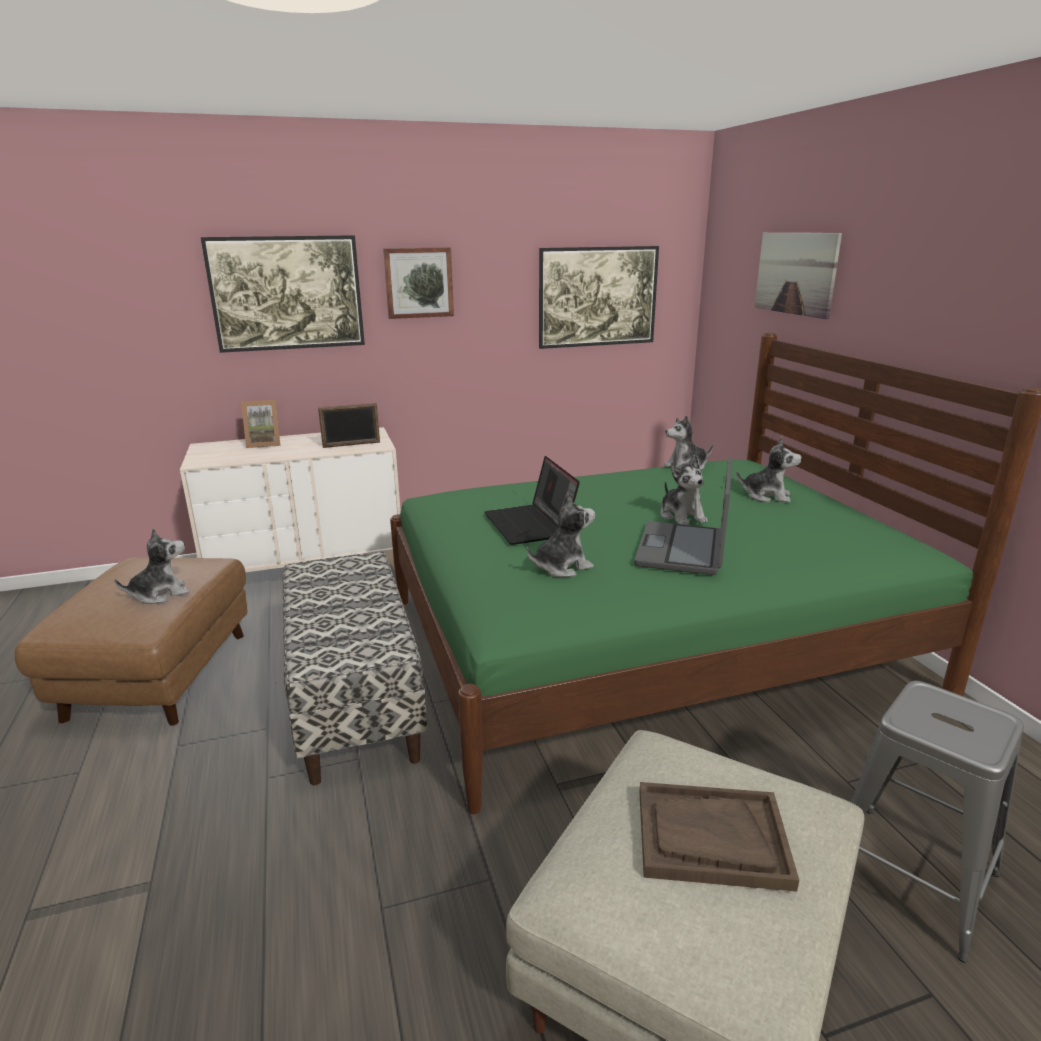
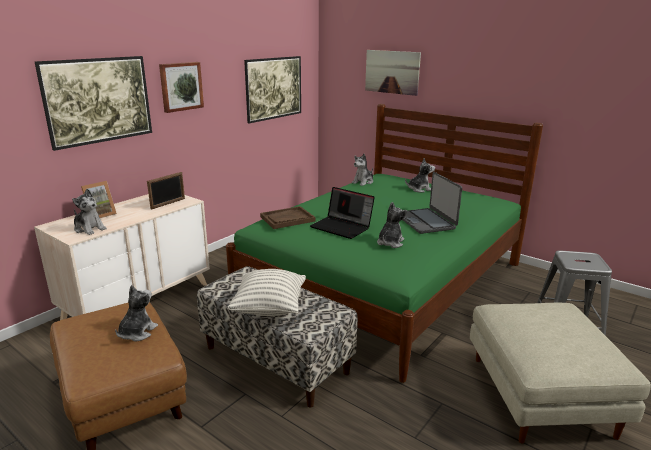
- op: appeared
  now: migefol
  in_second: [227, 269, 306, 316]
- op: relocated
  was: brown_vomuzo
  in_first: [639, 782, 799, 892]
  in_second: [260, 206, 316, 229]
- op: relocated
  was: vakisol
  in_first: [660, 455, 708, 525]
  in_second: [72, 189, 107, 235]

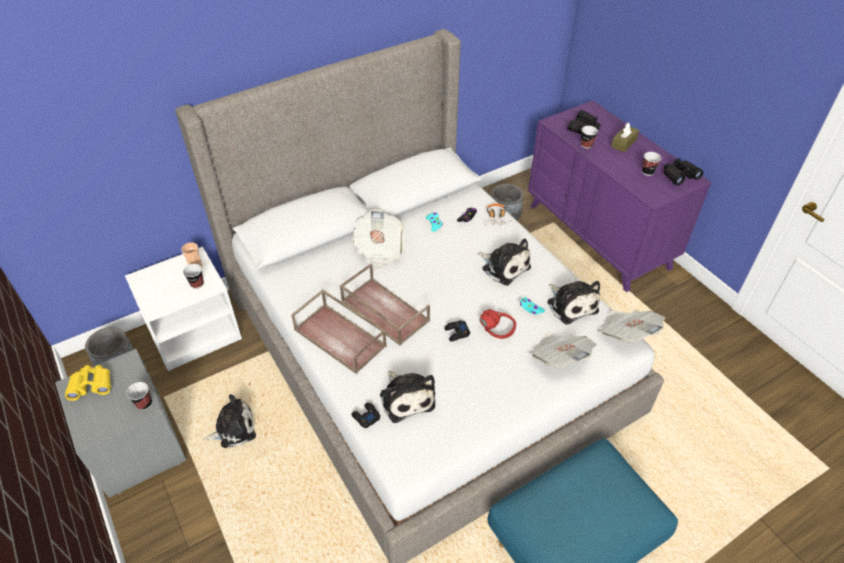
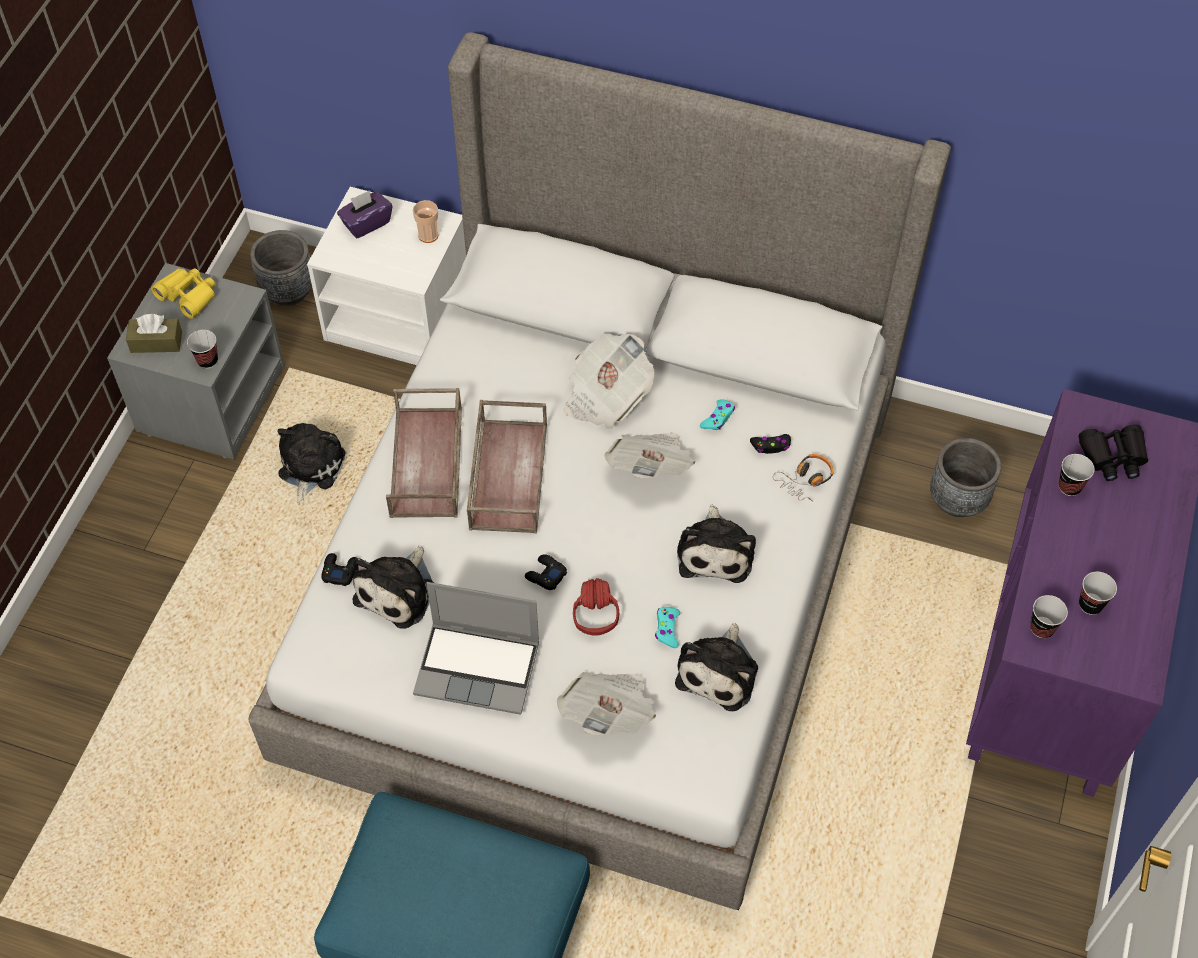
- op: missing
  was: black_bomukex
  in_first: [664, 158, 704, 186]
- op: appeared
  now: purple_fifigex
  in_second: [337, 190, 392, 239]
- op: appeared
  now: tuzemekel
  in_second: [413, 582, 539, 715]
- op: relocated
  was: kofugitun
  in_first: [183, 264, 204, 289]
  in_second: [1030, 595, 1068, 639]
- op: relocated
  was: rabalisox
  in_first: [598, 310, 665, 342]
  in_second: [604, 433, 695, 478]
- op: relocated
  was: brown_fifigex
  in_first: [611, 123, 639, 152]
  in_second: [126, 314, 182, 353]
- op: spun
  was: vakisol
  in_first: [203, 394, 256, 448]
  in_second: [277, 423, 346, 504]
  clockwise: -105

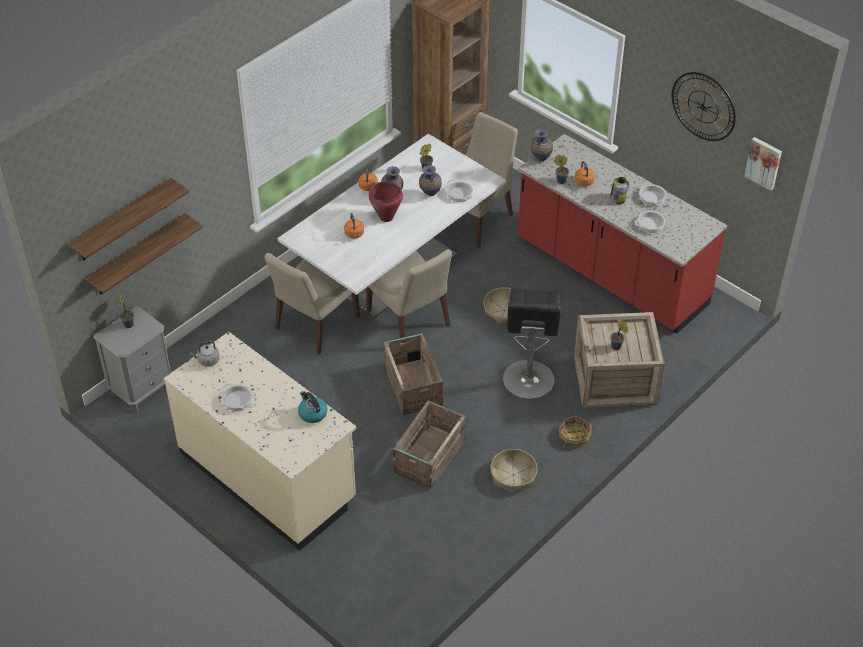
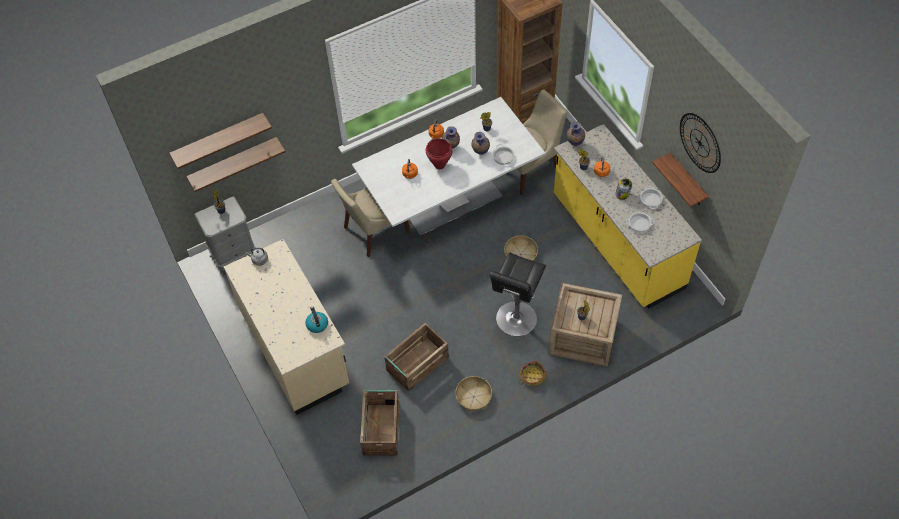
- op: missing
  was: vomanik
  in_first: [222, 384, 253, 411]
- op: missing
  was: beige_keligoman
  in_first: [366, 249, 452, 343]
- op: missing
  was: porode
  in_first: [744, 137, 782, 191]
- op: appeared
  now: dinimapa
  in_second: [652, 153, 709, 207]
- op: relocated
  was: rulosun
  in_first: [384, 333, 443, 415]
  in_second: [360, 390, 399, 456]
- op: colour
  was: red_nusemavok
  now: yellow_nusemavok
  in_first: [518, 134, 727, 333]
  in_second: [554, 124, 702, 309]

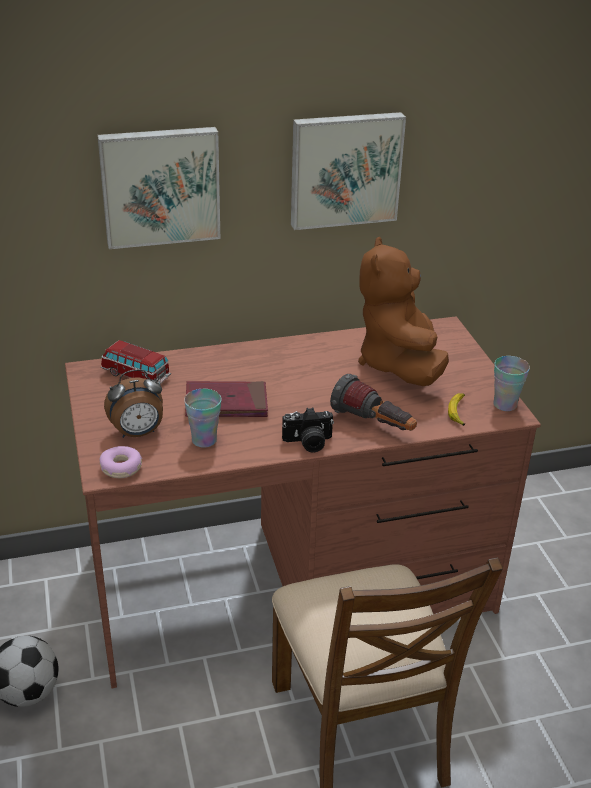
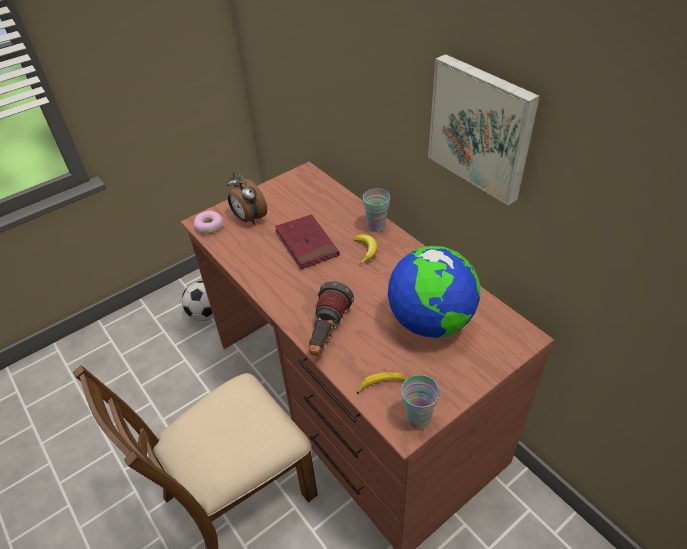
- op: missing
  was: porode
  in_first: [97, 127, 220, 249]
- op: missing
  was: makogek
  in_first: [101, 340, 171, 385]
- op: missing
  was: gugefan
  in_first: [282, 407, 334, 452]
- op: appeared
  now: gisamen
  in_second: [353, 234, 378, 265]
- op: relocated
  was: kofugitun
  in_first: [184, 389, 222, 448]
  in_second: [363, 189, 390, 232]
- op: exchanged
  was: brown_vakisol
  now: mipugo
  in_first: [358, 237, 449, 386]
  in_second: [388, 246, 480, 338]

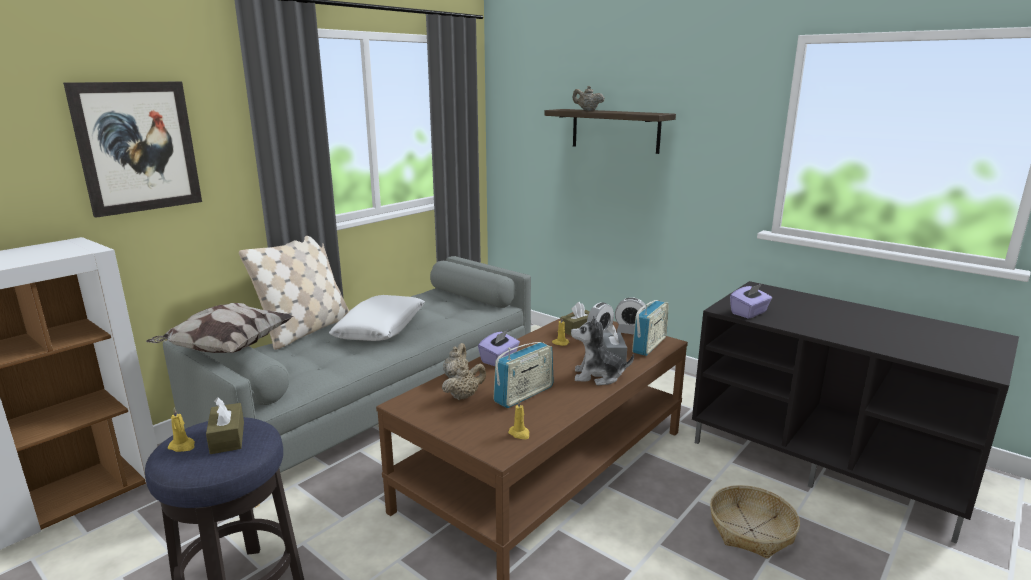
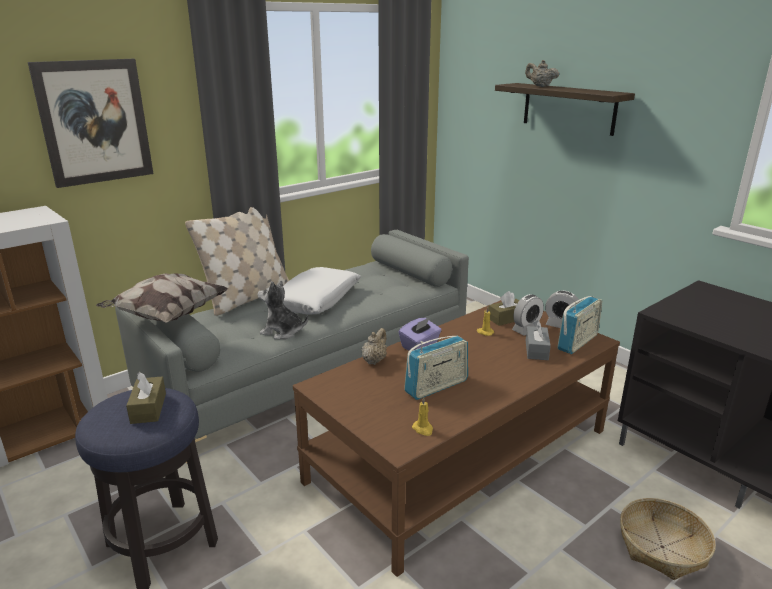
- op: missing
  was: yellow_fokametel
  in_first: [168, 408, 195, 452]
- op: missing
  was: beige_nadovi
  in_first: [442, 364, 486, 400]
- op: missing
  was: purple_fifigex
  in_first: [730, 284, 772, 319]
- op: relocated
  was: vakisol
  in_first: [571, 316, 634, 385]
  in_second: [257, 280, 308, 339]

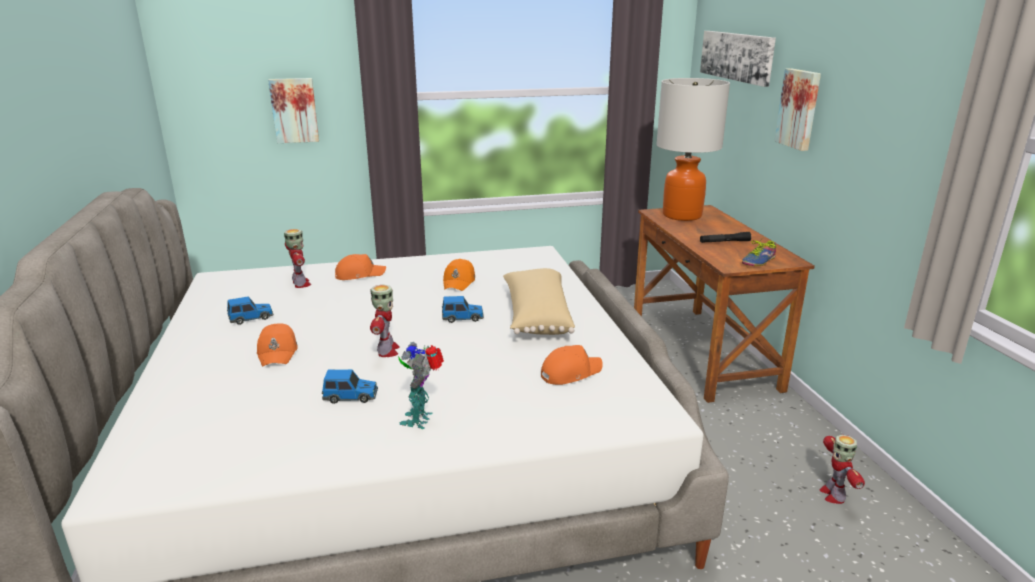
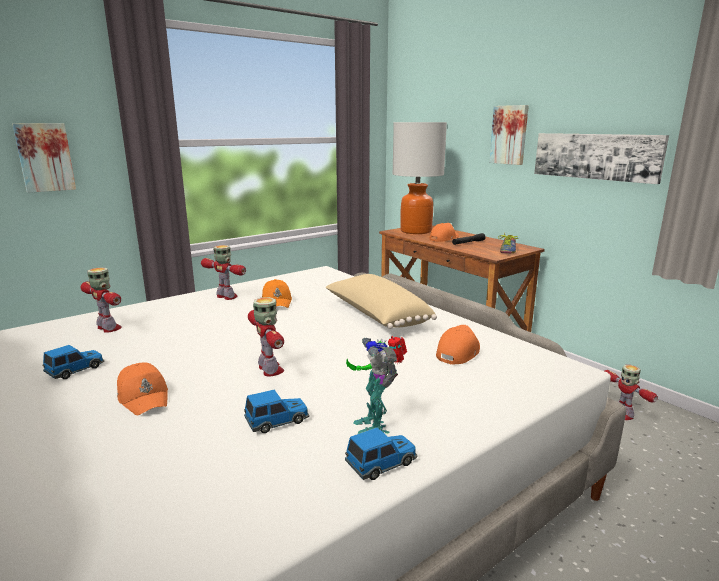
- op: appeared
  now: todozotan
  in_second: [201, 245, 246, 300]
- op: relocated
  was: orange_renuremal
  in_first: [335, 254, 386, 280]
  in_second: [429, 223, 459, 242]
- op: relocated
  was: makogek
  in_first: [442, 296, 484, 323]
  in_second: [345, 427, 417, 480]
- op: relocated
  was: porode
  in_first: [700, 31, 776, 87]
  in_second: [534, 133, 669, 184]

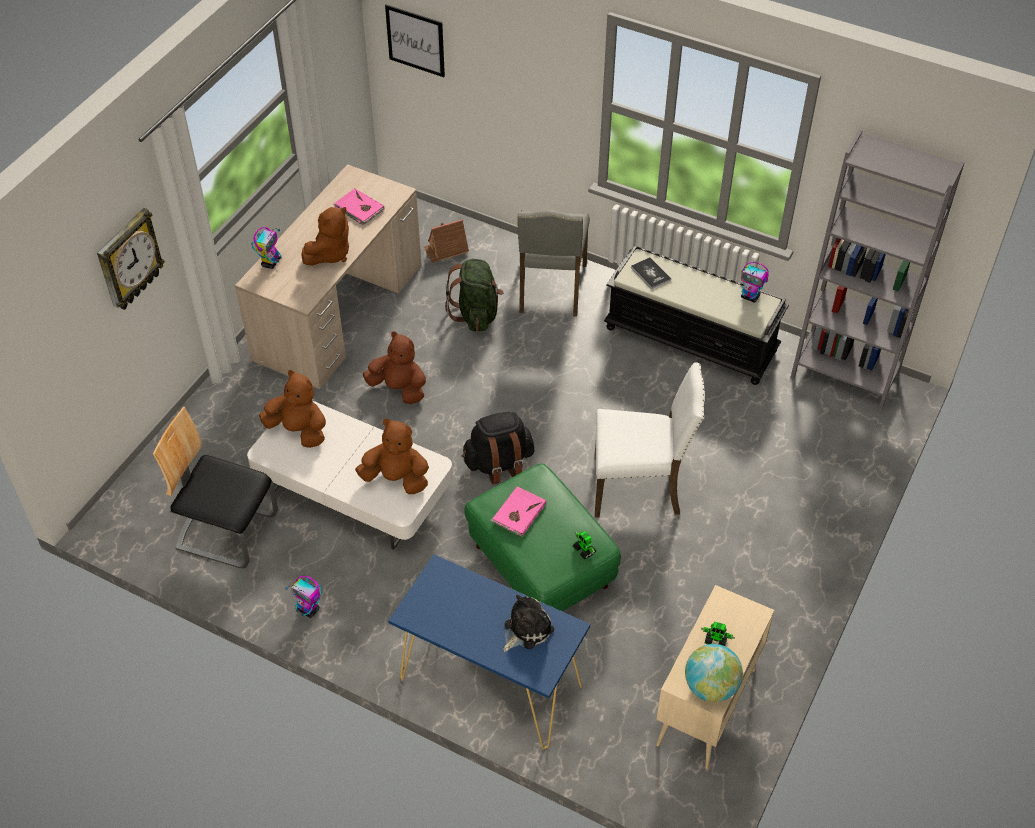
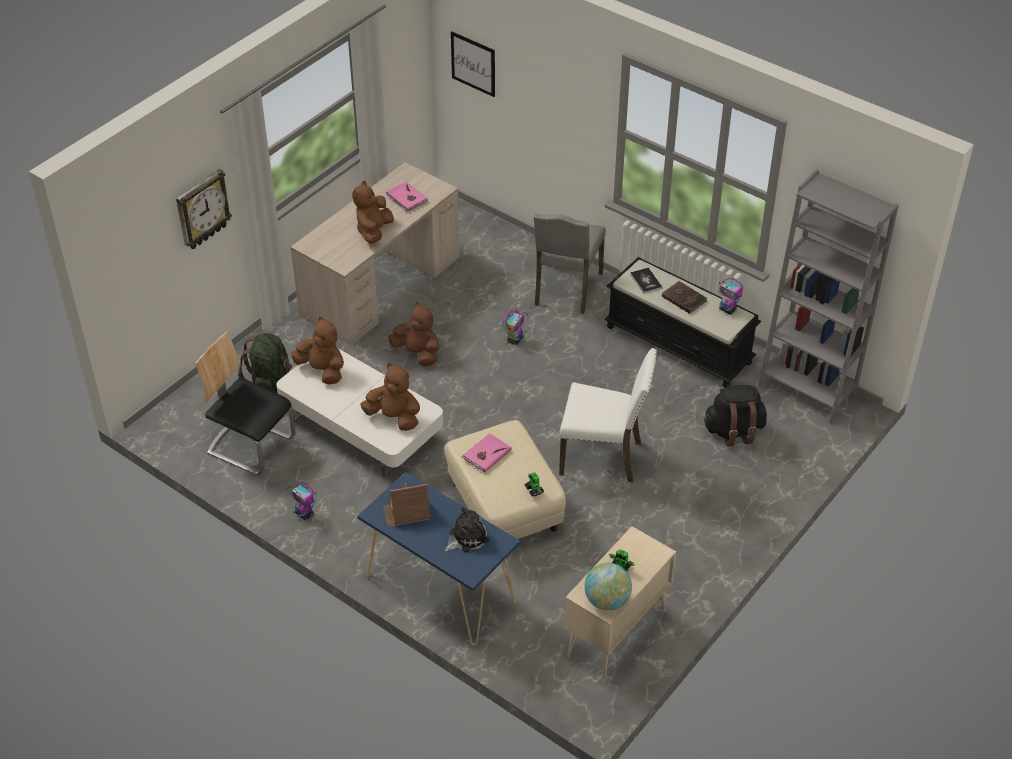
- op: appeared
  now: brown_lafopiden
  in_second: [662, 281, 707, 314]
- op: relocated
  was: todozotan
  in_first: [251, 227, 282, 269]
  in_second: [502, 310, 528, 345]
- op: relocated
  was: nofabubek
  in_first: [423, 219, 469, 263]
  in_second: [383, 483, 431, 527]
- op: relocated
  was: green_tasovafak
  in_first: [445, 259, 504, 332]
  in_second: [238, 333, 292, 394]
- op: relocated
  was: black_tasovafak
  in_first: [462, 412, 535, 484]
  in_second: [704, 385, 767, 446]
- op: colour
  was: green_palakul
  now: beige_palakul
  in_first: [464, 463, 621, 611]
  in_second: [444, 420, 566, 539]
- op: spun
  was: brown_vakisol
  in_first: [301, 207, 349, 266]
  in_second: [352, 181, 394, 244]
  clockwise: 150

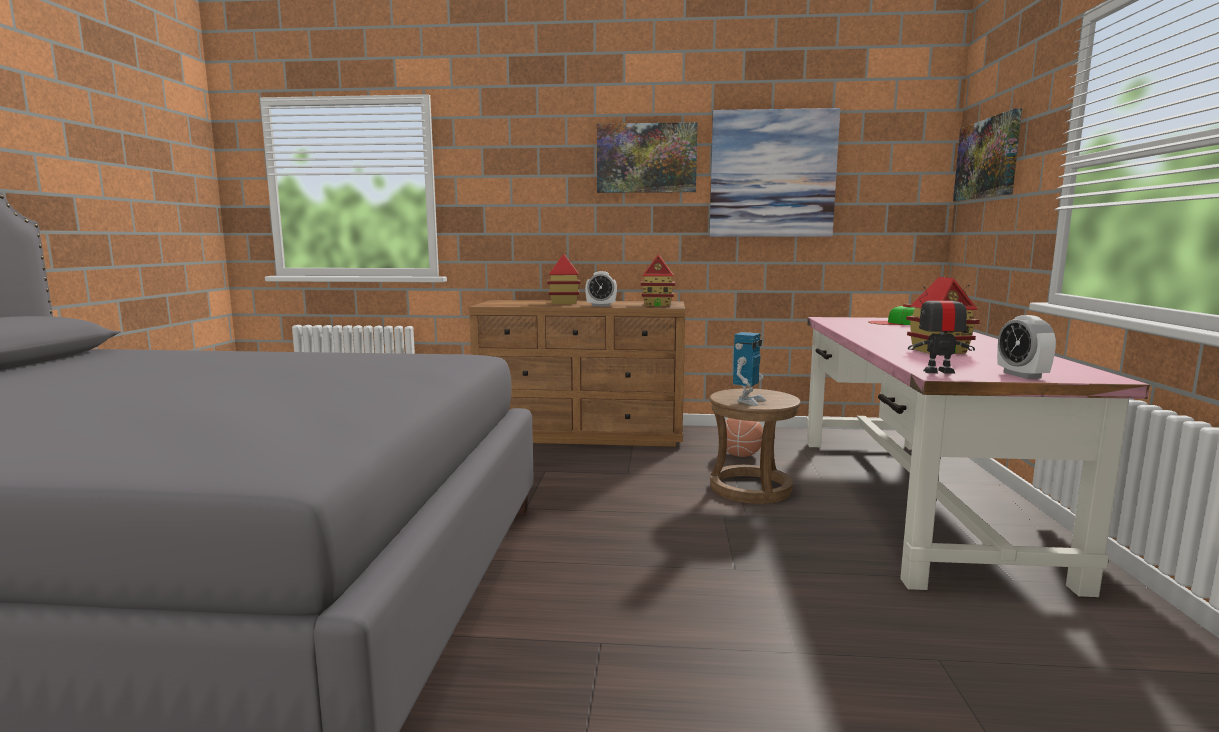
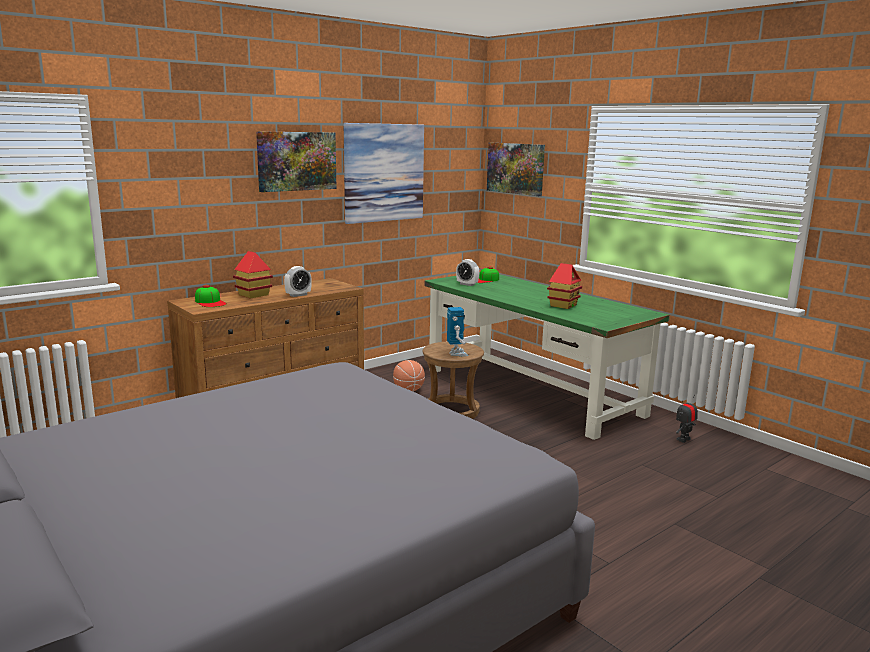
- op: missing
  was: nofabubek
  in_first: [641, 254, 675, 307]
- op: appeared
  now: renuremal
  in_second: [195, 285, 227, 307]
- op: relocated
  was: todozotan
  in_first: [908, 284, 975, 374]
  in_second: [676, 395, 698, 443]
- op: relocated
  was: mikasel
  in_first: [997, 315, 1056, 379]
  in_second: [456, 259, 479, 286]
- op: colour
  was: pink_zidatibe
  now: green_zidatibe
  in_first: [806, 317, 1150, 597]
  in_second: [424, 272, 670, 440]

